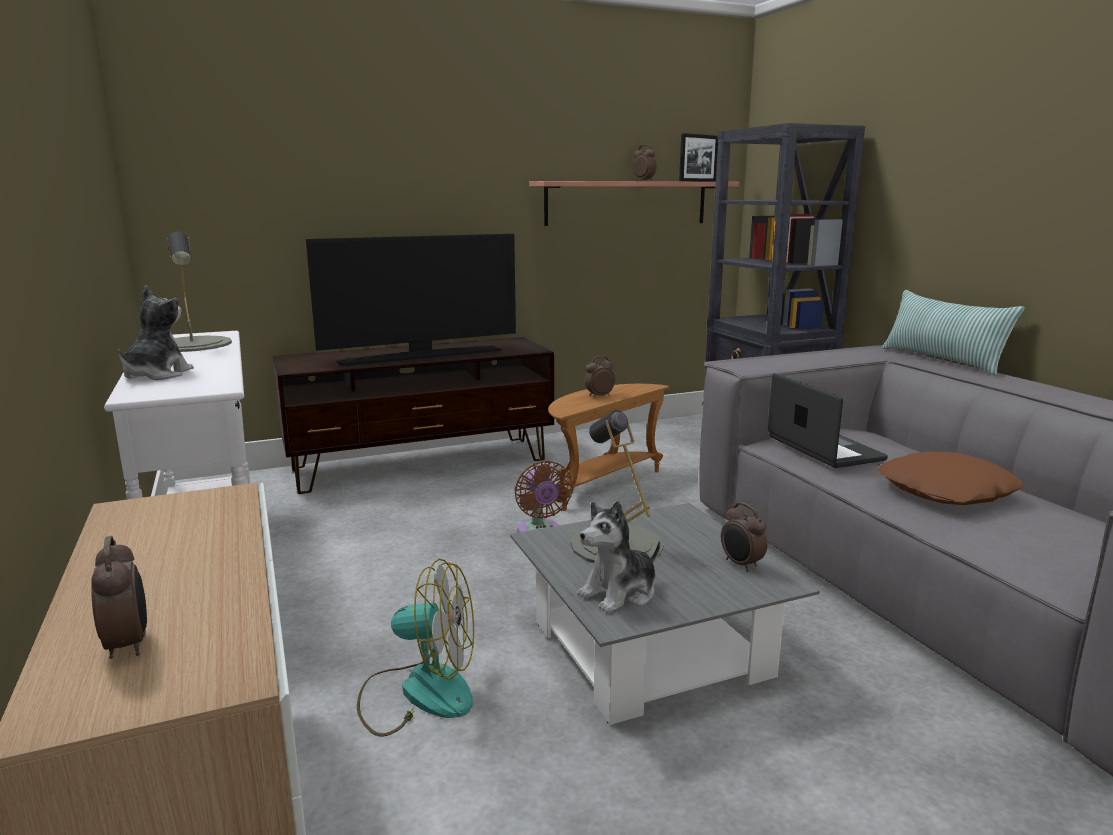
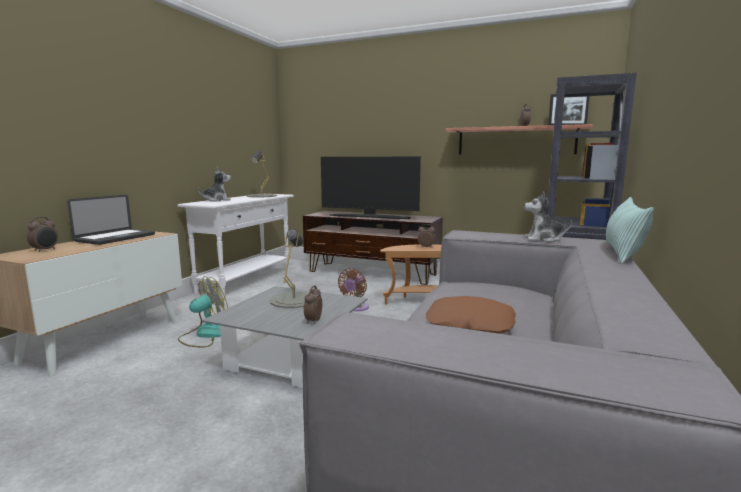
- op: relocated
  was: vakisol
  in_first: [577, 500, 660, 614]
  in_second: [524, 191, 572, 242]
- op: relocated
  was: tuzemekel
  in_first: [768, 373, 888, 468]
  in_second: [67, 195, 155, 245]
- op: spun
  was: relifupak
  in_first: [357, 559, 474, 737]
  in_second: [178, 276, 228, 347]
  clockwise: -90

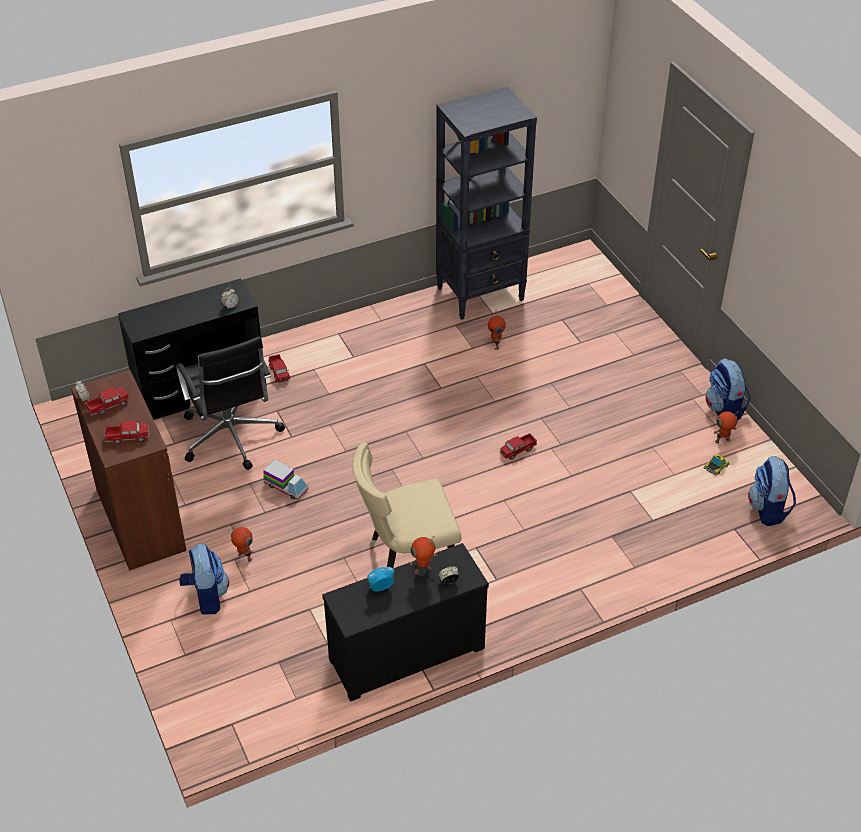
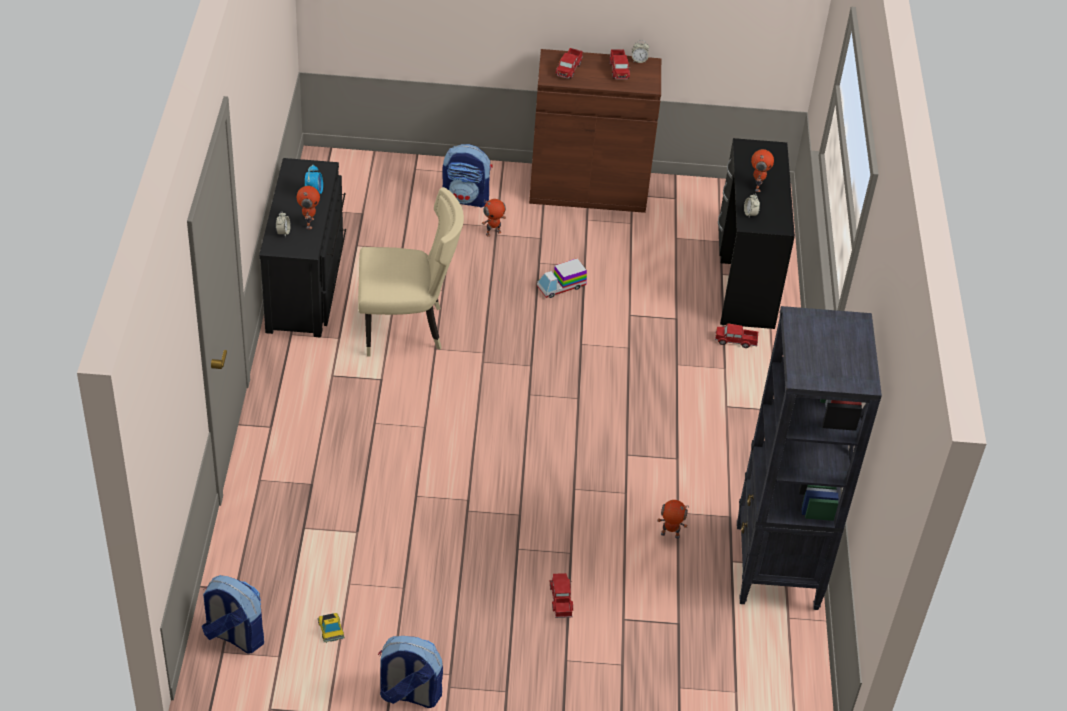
- op: missing
  was: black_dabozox
  in_first: [176, 336, 285, 470]
- op: relocated
  was: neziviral
  in_first: [500, 433, 537, 460]
  in_second: [549, 573, 573, 618]
- op: relocated
  was: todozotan
  in_first: [714, 411, 740, 444]
  in_second: [751, 149, 774, 192]
- op: spun
  was: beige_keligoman
  in_first: [352, 442, 461, 568]
  in_second: [358, 187, 464, 357]
  clockwise: 75

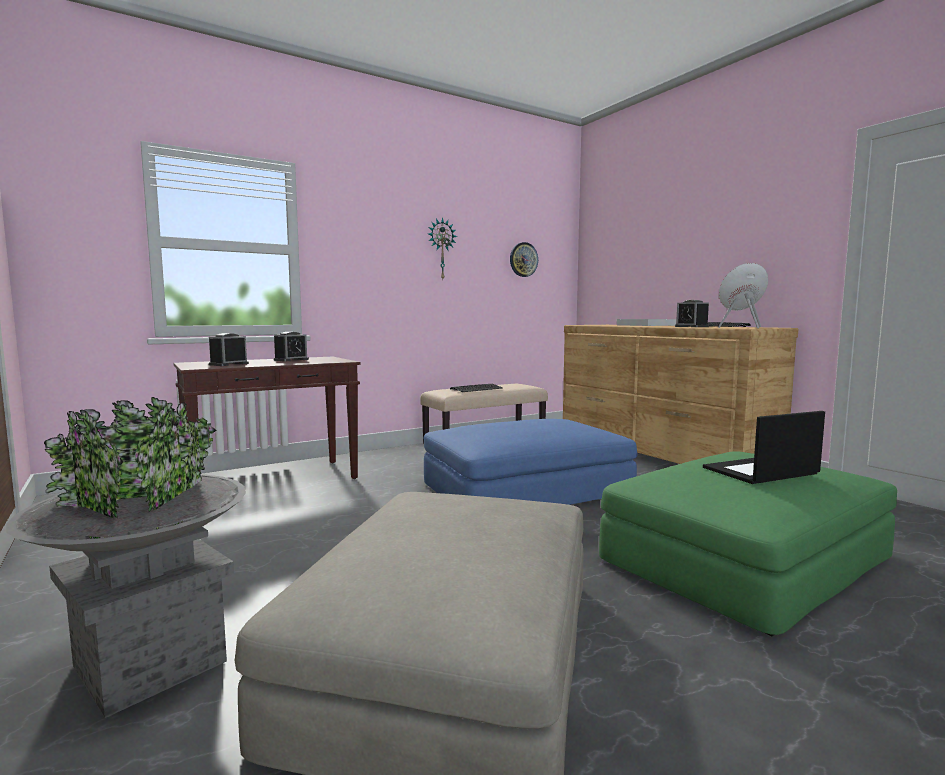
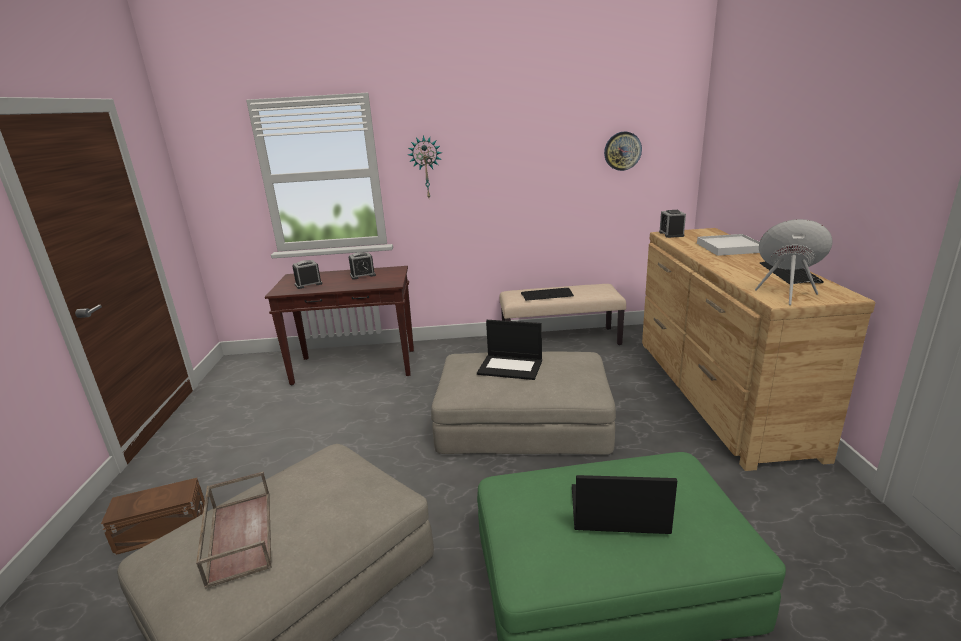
- op: appeared
  now: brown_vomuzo
  in_second: [196, 472, 271, 589]
- op: appeared
  now: tuzemekel
  in_second: [477, 320, 542, 380]
- op: relocated
  was: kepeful
  in_first: [428, 217, 457, 279]
  in_second: [408, 135, 442, 198]
- op: relocated
  was: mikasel
  in_first: [675, 300, 709, 327]
  in_second: [659, 210, 686, 238]
- op: exchanged
  was: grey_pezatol
  now: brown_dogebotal
  in_first: [6, 397, 246, 718]
  in_second: [101, 478, 205, 555]
- op: colour
  was: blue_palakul
  now: beige_palakul
  in_first: [424, 419, 637, 505]
  in_second: [431, 351, 616, 455]

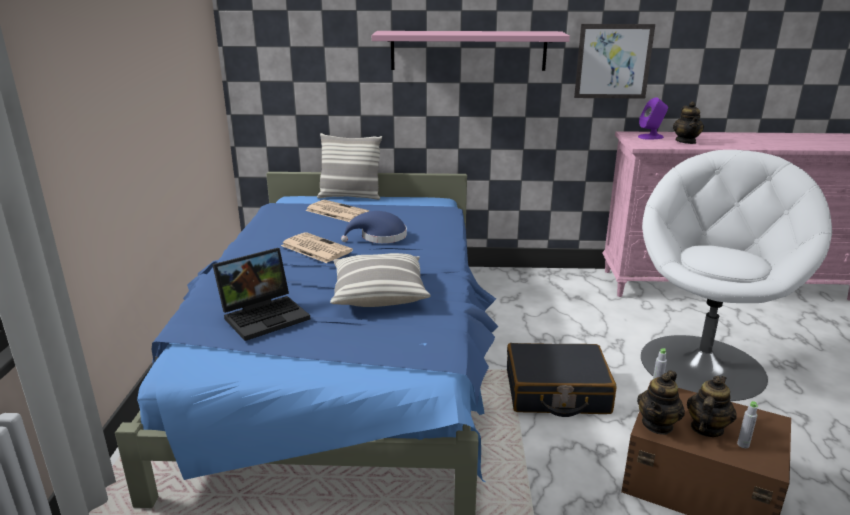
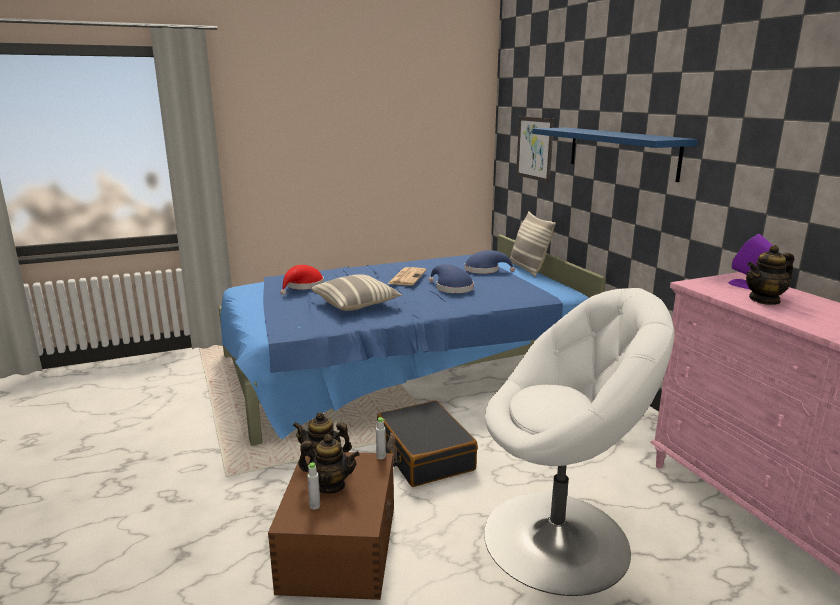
- op: relocated
  was: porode
  in_first: [574, 24, 655, 99]
  in_second: [516, 116, 554, 183]
- op: exchanged
  was: tuzemekel
  now: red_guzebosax
  in_first: [212, 248, 310, 341]
  in_second: [280, 265, 324, 295]
- op: exchanged
  was: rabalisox
  now: blue_guzebosax
  in_first: [305, 200, 369, 222]
  in_second: [465, 250, 515, 274]
- op: colour
  was: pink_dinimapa
  now: blue_dinimapa
  in_first: [372, 31, 570, 71]
  in_second: [532, 127, 698, 182]

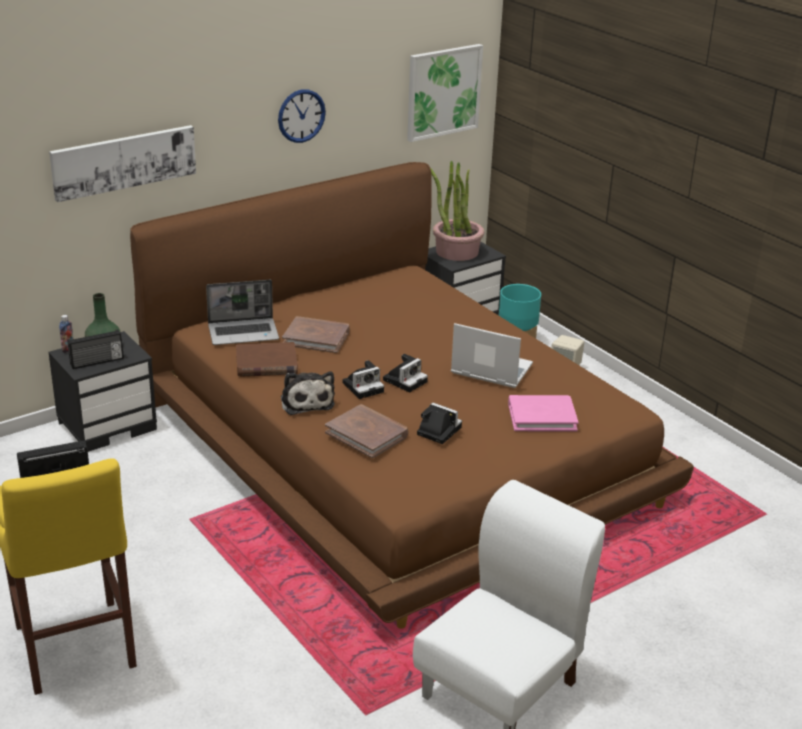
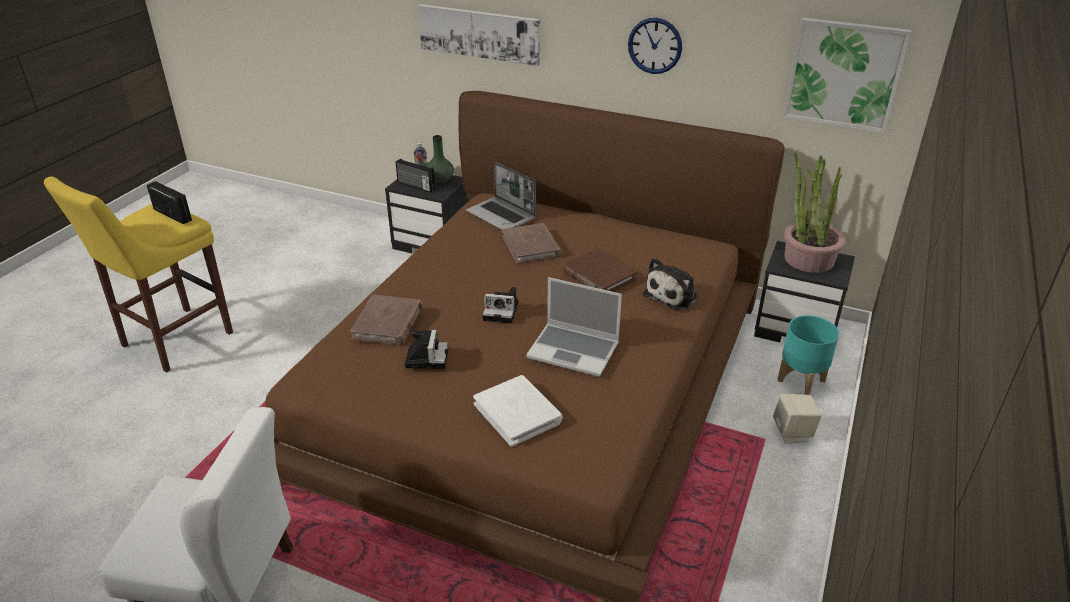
- op: missing
  was: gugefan
  in_first: [343, 360, 384, 399]
- op: relocated
  was: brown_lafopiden
  in_first: [236, 342, 298, 377]
  in_second: [563, 248, 637, 292]
- op: relocated
  was: vakisol
  in_first: [281, 371, 335, 415]
  in_second: [643, 258, 698, 310]
- op: colour
  was: pink_lafopiden
  now: white_lafopiden
  in_first: [508, 395, 579, 431]
  in_second: [473, 375, 562, 447]
- op: spun
  was: tuzemekel
  in_first: [451, 323, 533, 388]
  in_second: [526, 277, 622, 377]
  clockwise: 120

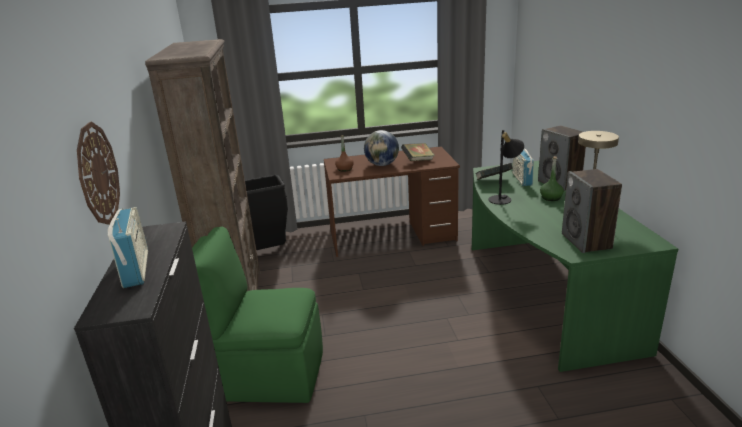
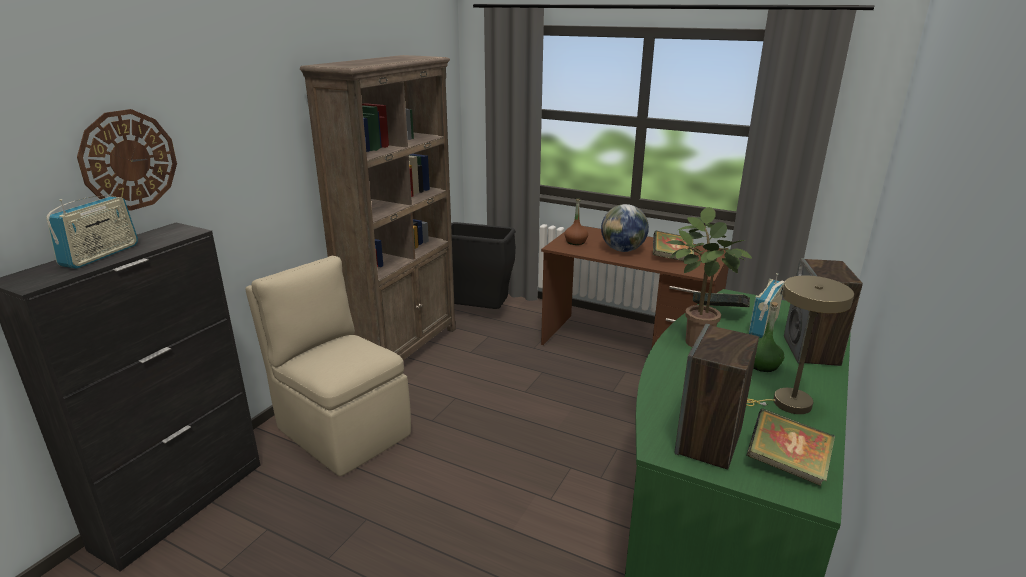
- op: appeared
  now: lafopiden
  in_second: [746, 408, 835, 486]
- op: exchanged
  was: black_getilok
  now: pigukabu
  in_first: [488, 130, 524, 205]
  in_second: [666, 207, 752, 347]
- op: colour
  was: green_keligoman
  now: beige_keligoman
  in_first: [192, 227, 323, 403]
  in_second: [245, 256, 411, 476]

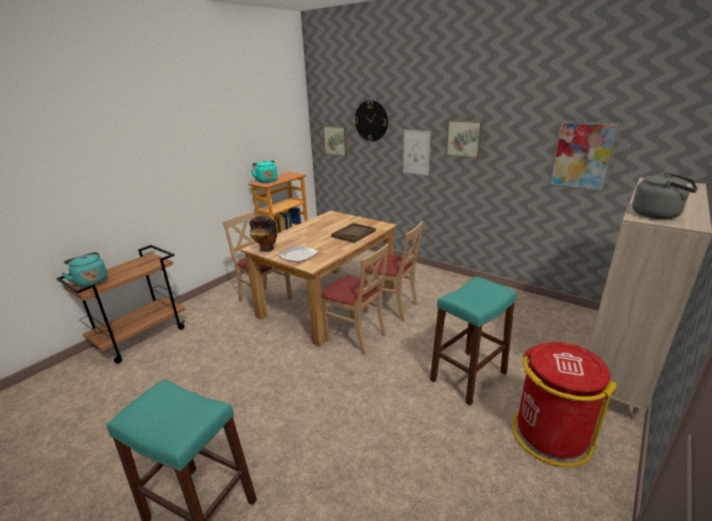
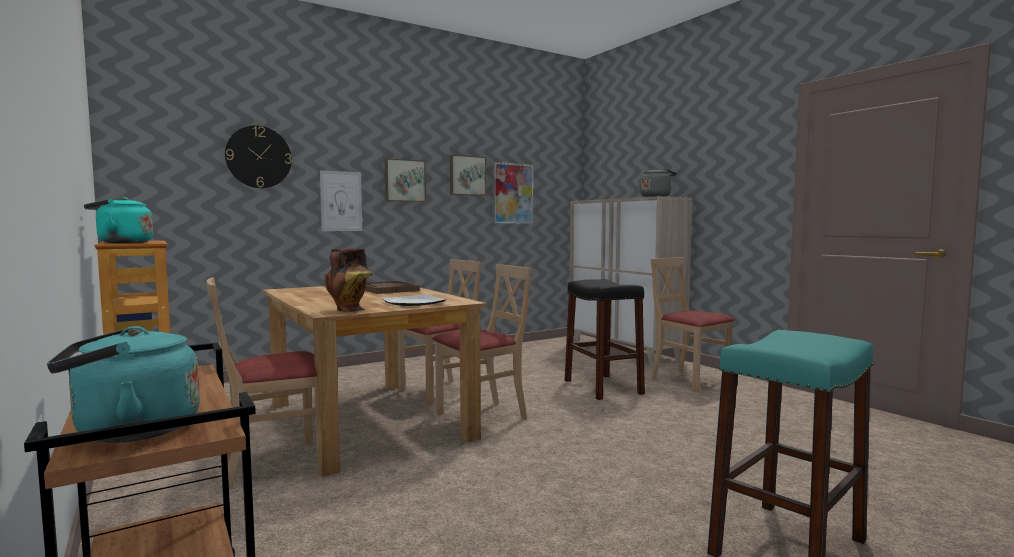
- op: relocated
  was: porode
  in_first: [323, 126, 348, 156]
  in_second: [450, 155, 486, 196]
- op: exchanged
  was: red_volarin
  now: beige_keligoman
  in_first: [512, 342, 617, 467]
  in_second: [651, 257, 735, 393]
- op: colour
  was: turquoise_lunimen
  now: black_lunimen
  in_first: [430, 277, 517, 406]
  in_second: [565, 279, 645, 400]

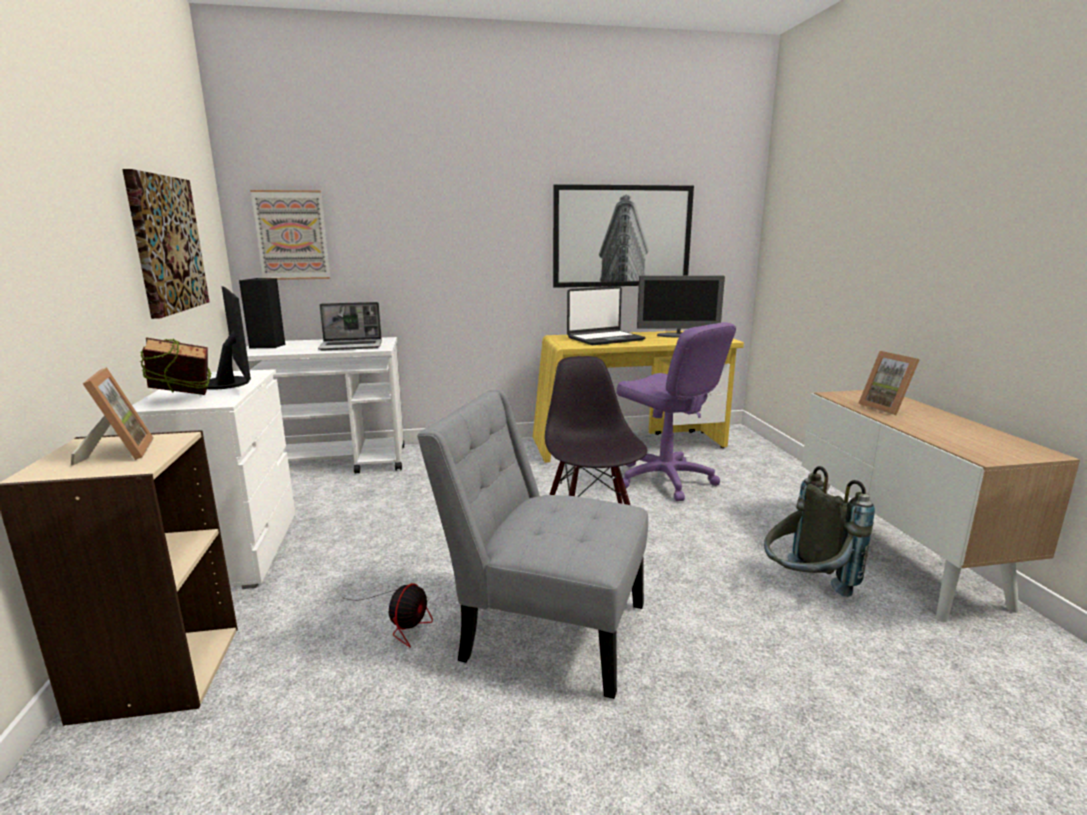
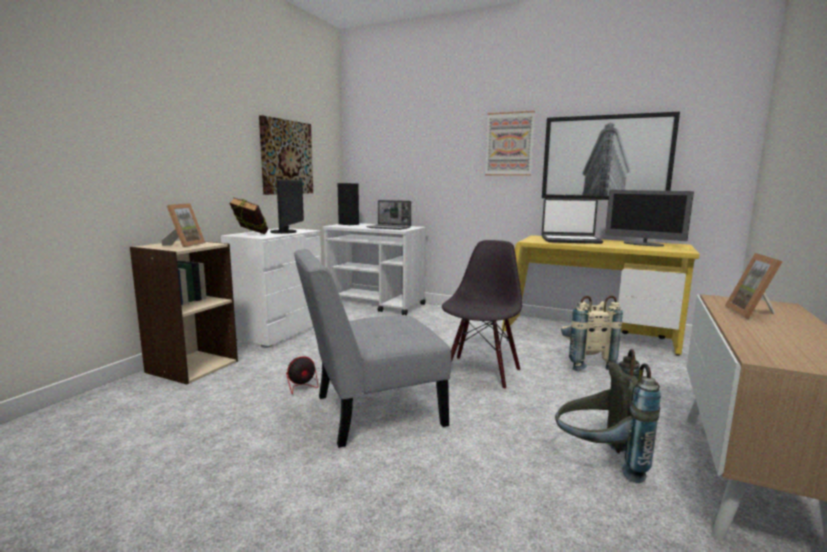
- op: relocated
  was: porode
  in_first: [250, 190, 330, 280]
  in_second: [485, 111, 535, 176]
- op: exchanged
  was: purple_dabozox
  now: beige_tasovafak
  in_first: [616, 322, 736, 501]
  in_second: [561, 296, 623, 371]
- op: spun
  was: grey_keligoman
  in_first: [417, 390, 648, 699]
  in_second: [294, 249, 451, 448]
  clockwise: -75

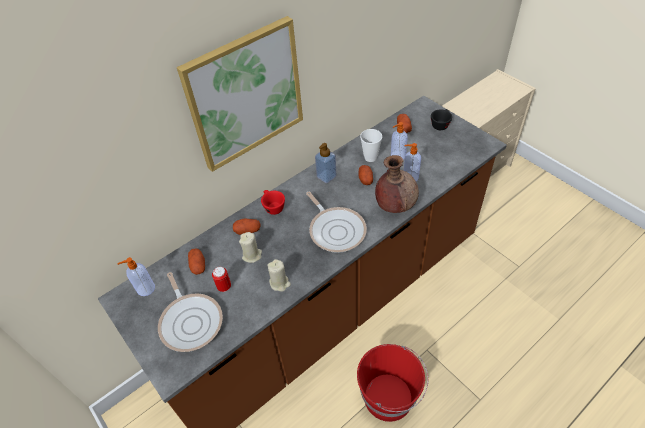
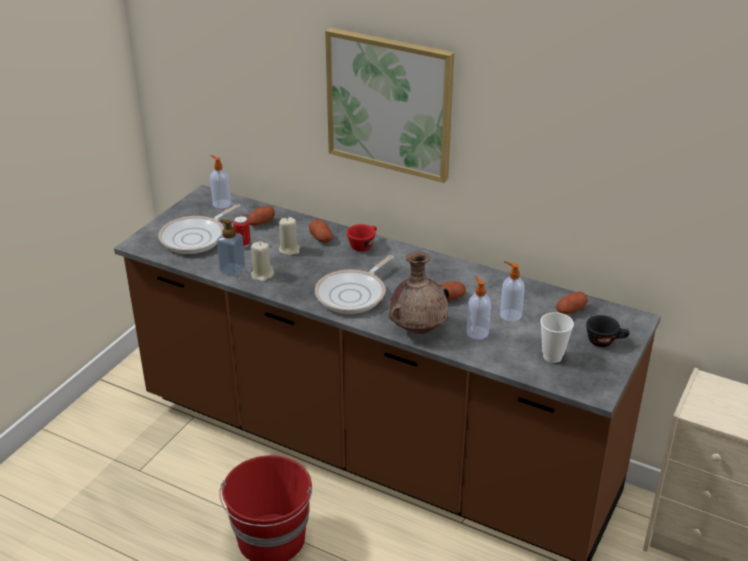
- op: relocated
  was: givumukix
  in_first: [315, 143, 337, 183]
  in_second: [217, 219, 245, 276]
- op: relocated
  was: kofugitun
  in_first: [360, 129, 382, 162]
  in_second: [540, 312, 574, 363]

